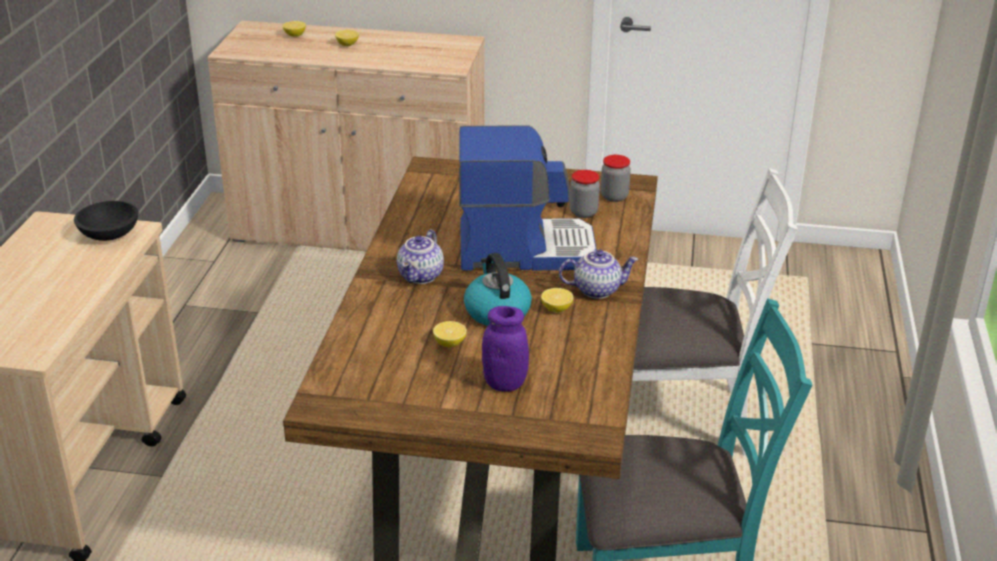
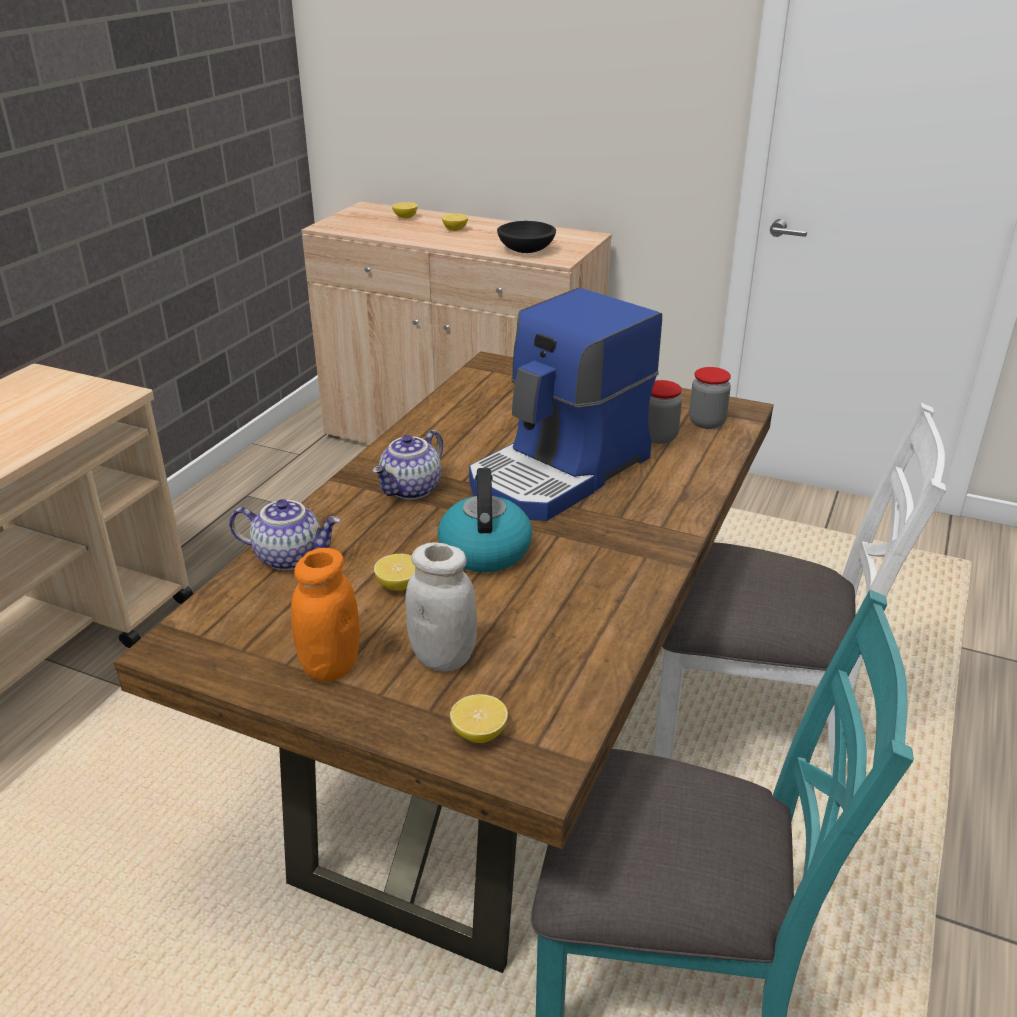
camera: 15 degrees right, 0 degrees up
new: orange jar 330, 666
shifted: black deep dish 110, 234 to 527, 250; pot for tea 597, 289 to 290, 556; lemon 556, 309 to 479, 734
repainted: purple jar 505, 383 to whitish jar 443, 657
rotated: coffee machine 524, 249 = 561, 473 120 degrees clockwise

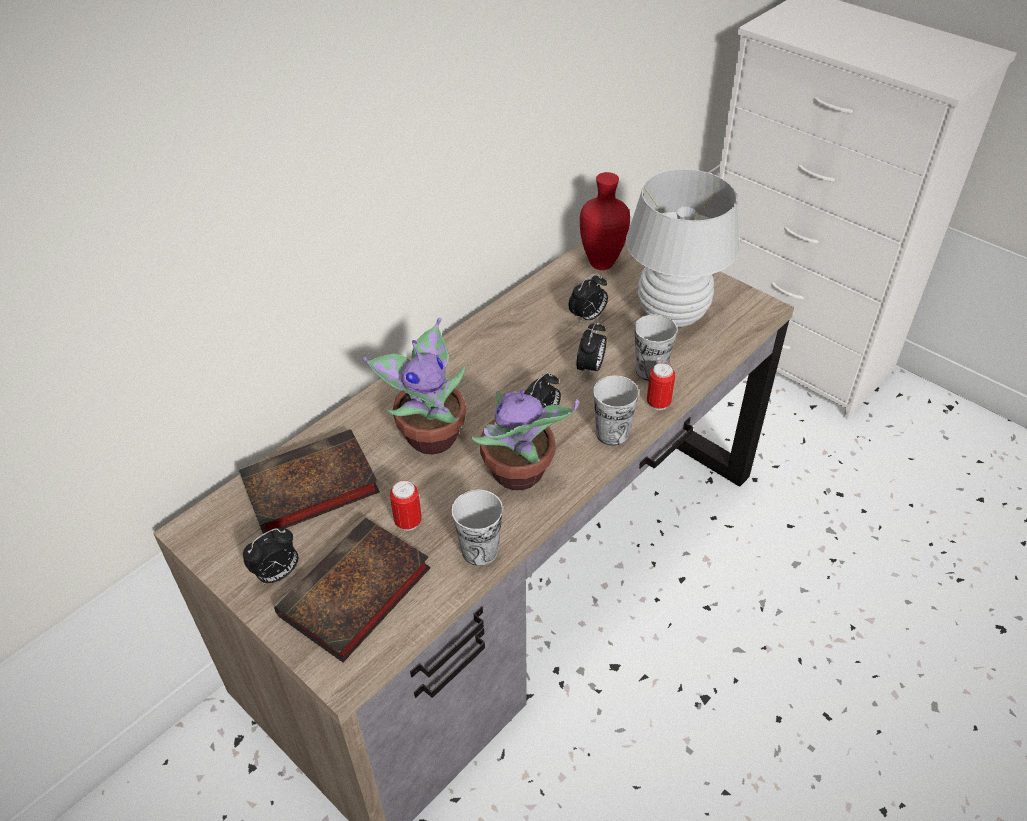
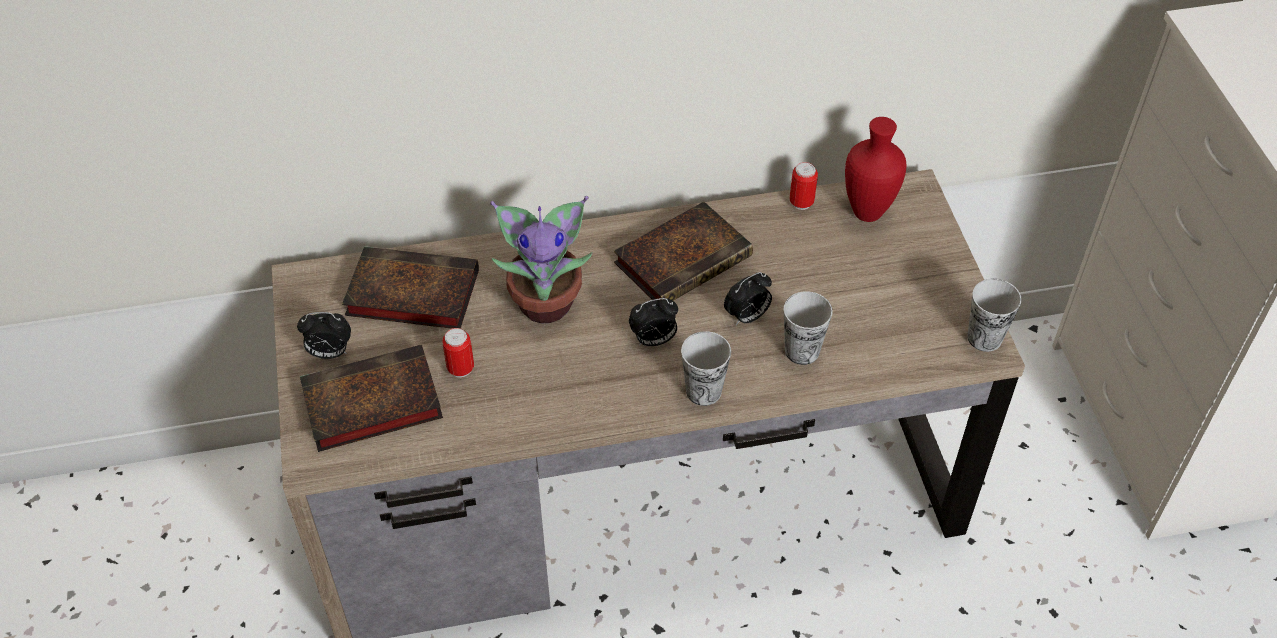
camera: 35 degrees right, 5 degrees up
gone: whitish lamp for a table 671, 315; bedside clock 587, 317; plant in a pot 518, 474
new: volume 684, 258
shifted: sealed can 658, 403 to 801, 202; cup 479, 551 to 984, 338

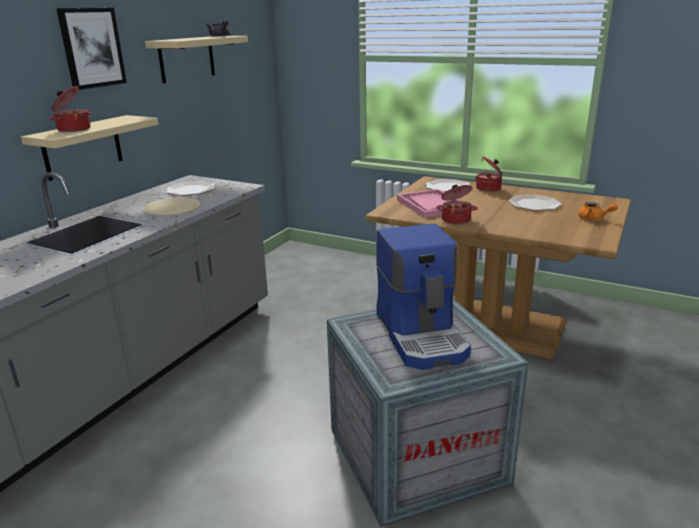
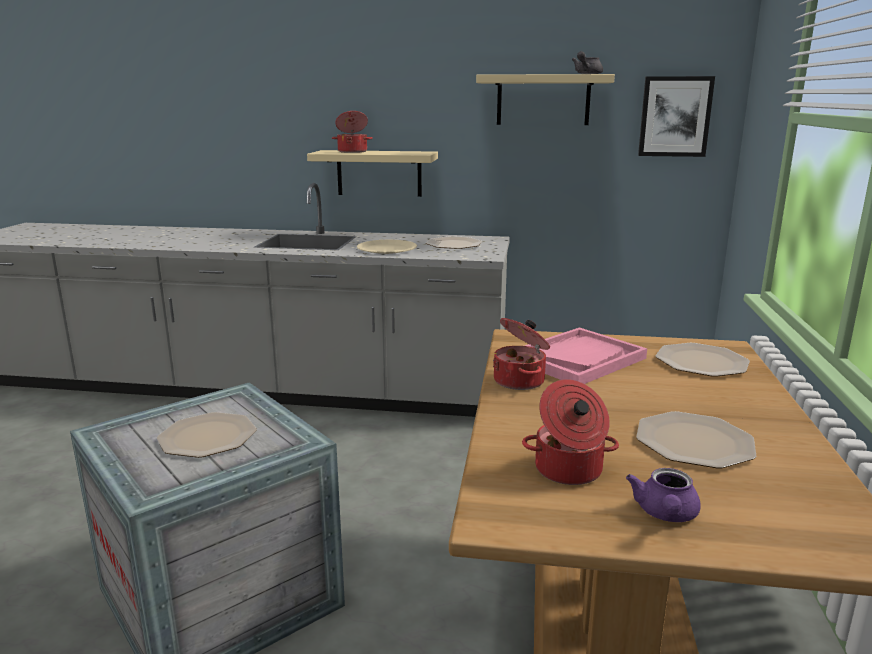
camera: 70 degrees right, 5 degrees down
shifted: wall art 92, 48 to 675, 116; stockpot 489, 189 to 568, 471
swapped: coffee machine 422, 335 to plate 208, 437
repainted: orange pot for tea 594, 218 to purple pot for tea 665, 514

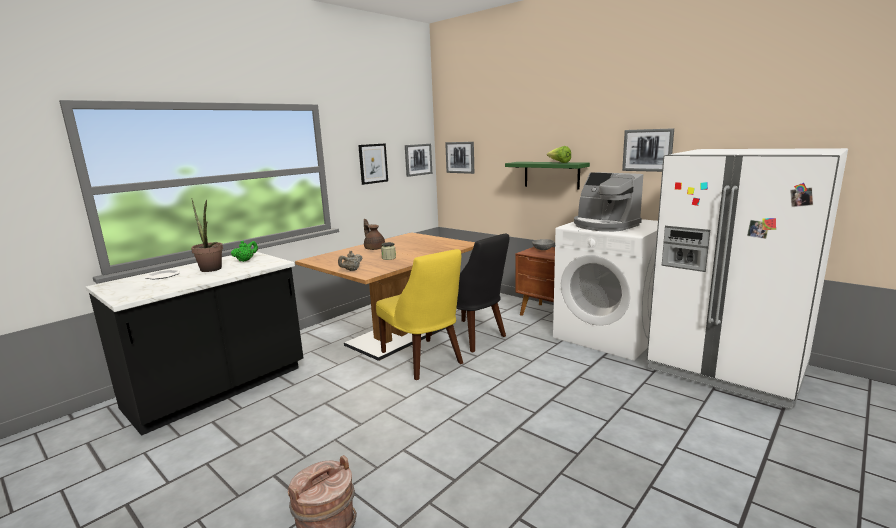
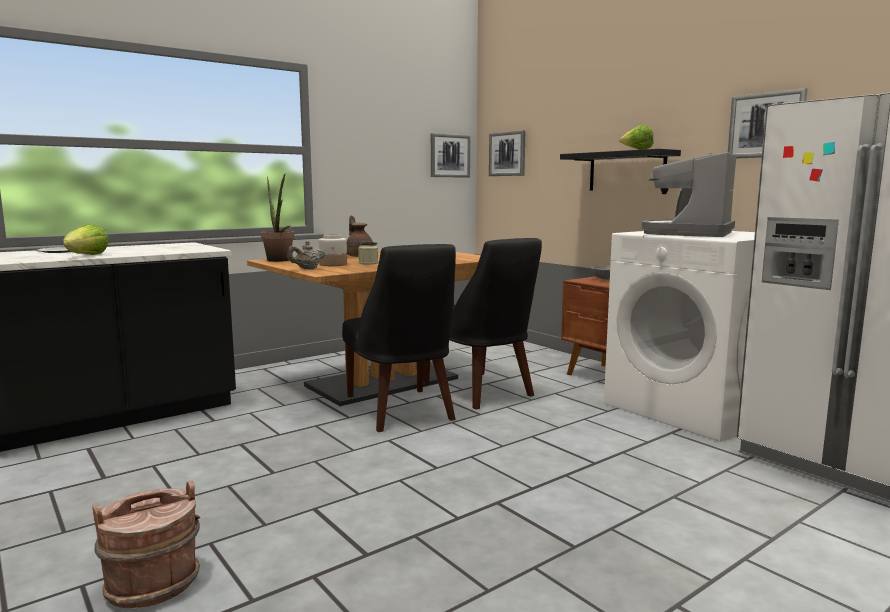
camera: 10 degrees right, 5 degrees down
gone: wall art 373, 163; greenish pot for tea 246, 260
new: head of lettuce 86, 256; jar 333, 264
shifted: plant in a pot 212, 270 to 280, 260
repainted: greenish wall shelf 551, 175 to black wall shelf 626, 171; yellow upright chair 424, 360 to black upright chair 402, 412
rotated: coffee machine 604, 225 = 688, 233 60 degrees clockwise

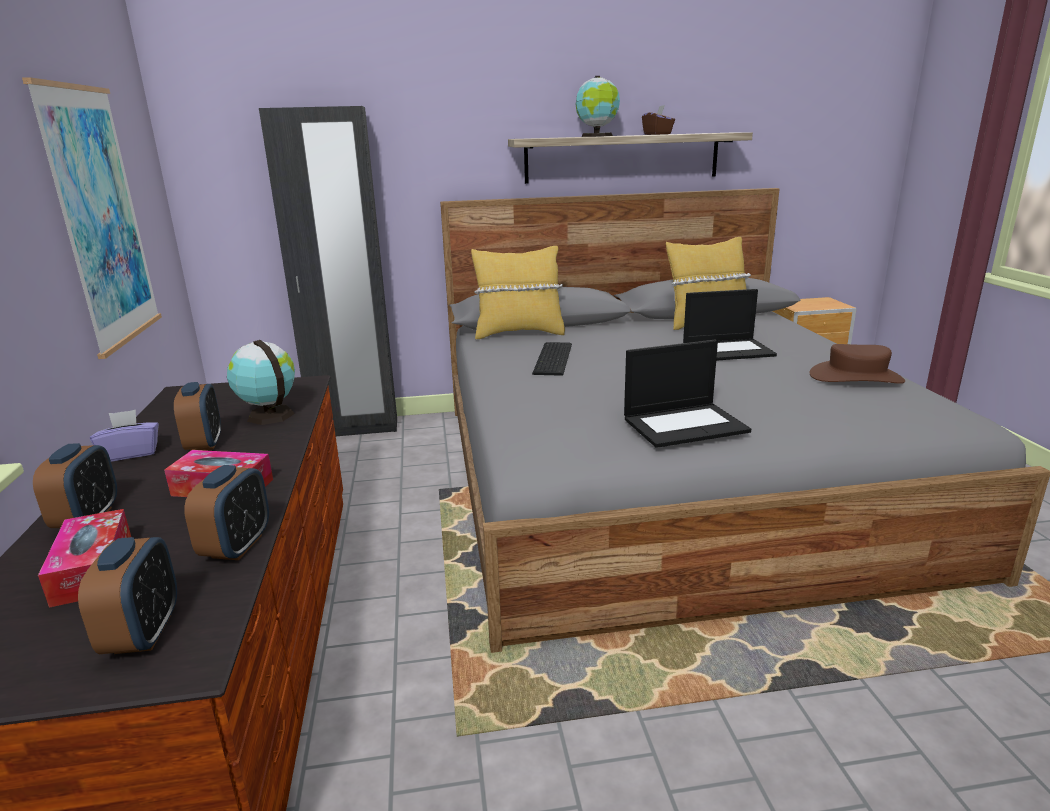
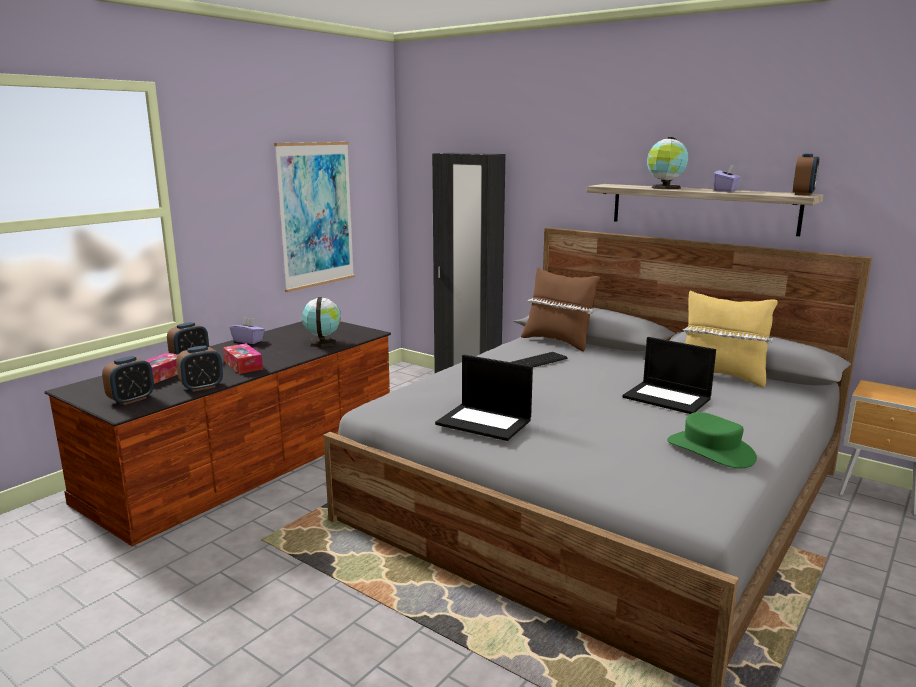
camera: 45 degrees right, 5 degrees down
shifted: bedside clock 204, 444 to 803, 194
repainted: brown tissue box 657, 134 to purple tissue box 725, 190; yellow pillow 519, 333 to brown pillow 558, 341; brown wearable hat 856, 377 to greenish wearable hat 710, 450

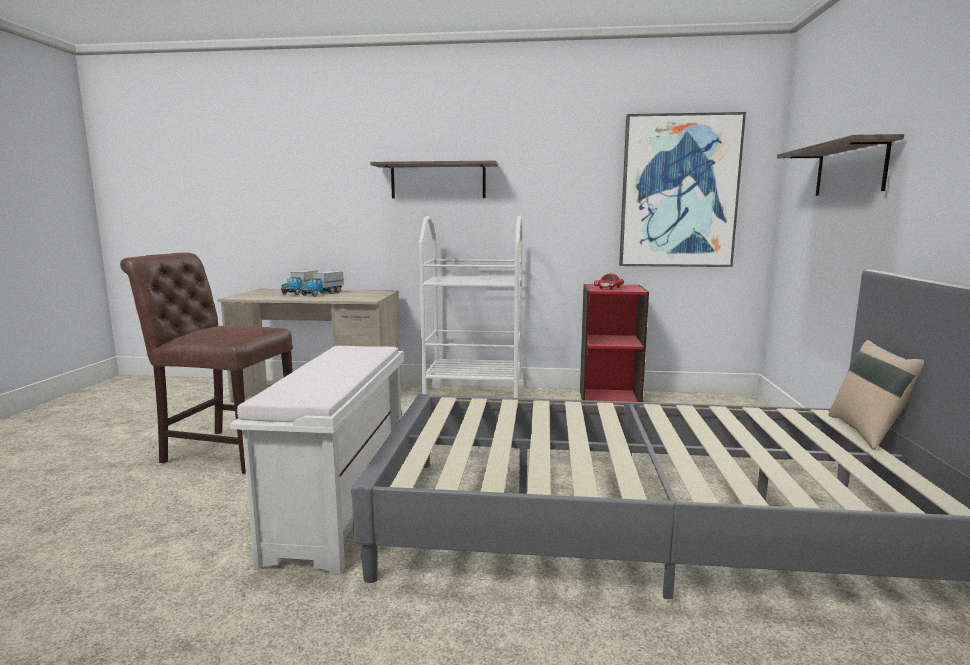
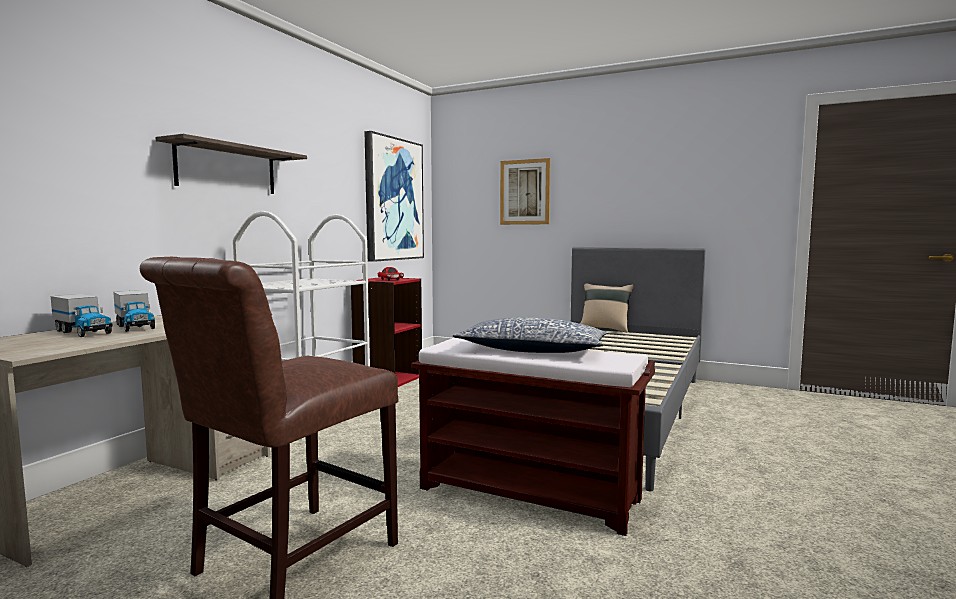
camera: 70 degrees left, 5 degrees down
new: pillow 532, 351
swapped: wall shelf 850, 169 to wall art 525, 192
repainted: whitish bench 340, 510 to brown bench 531, 493

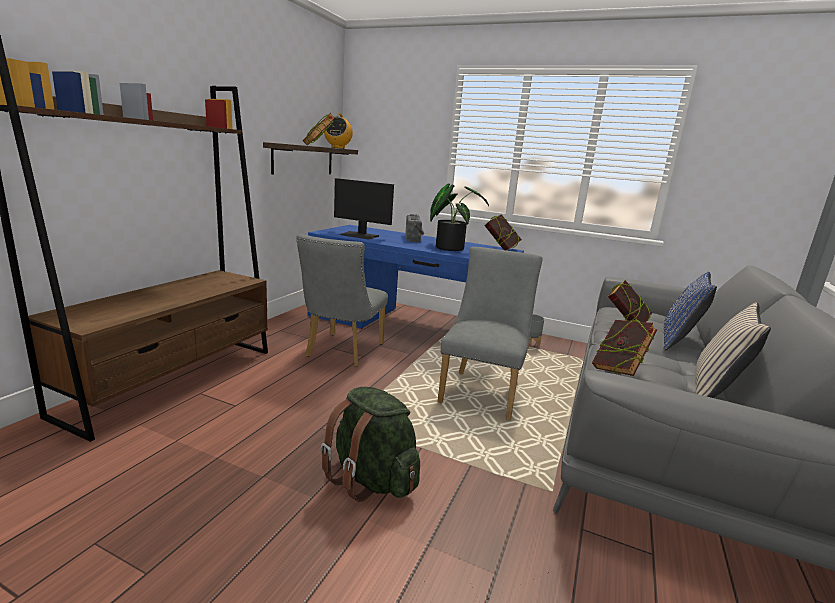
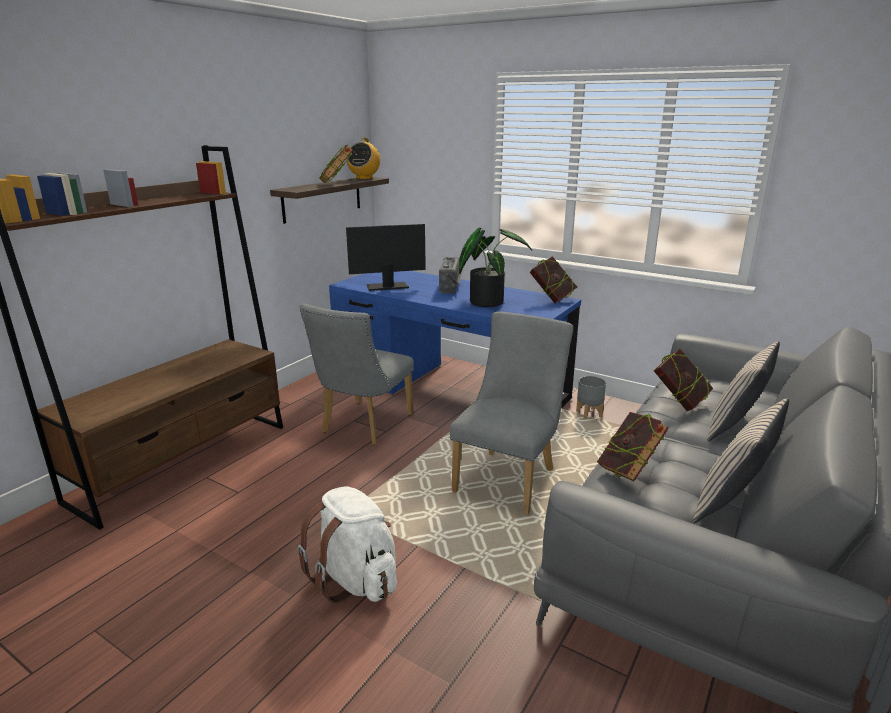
camera: 10 degrees right, 5 degrees up
repainted: blue-coloured pillow 678, 341 to beige-coloured pillow 736, 427; greenish backpack 371, 479 to whitish backpack 355, 579
rotated: monitor 359, 235 = 387, 286 135 degrees clockwise

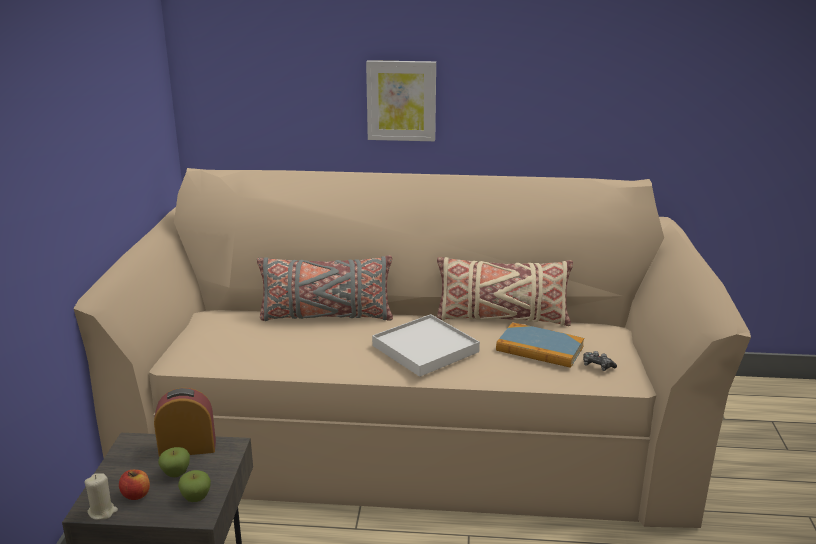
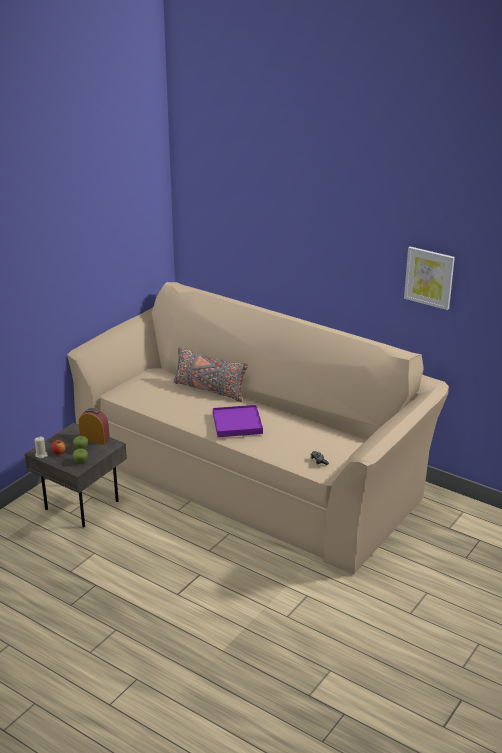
camera: 30 degrees right, 5 degrees up
gone: beige-coloured pillow 502, 318; volume 539, 348
shifted: wall art 401, 100 to 429, 277
repainted: whitish carrying tray 425, 349 to purple carrying tray 237, 423

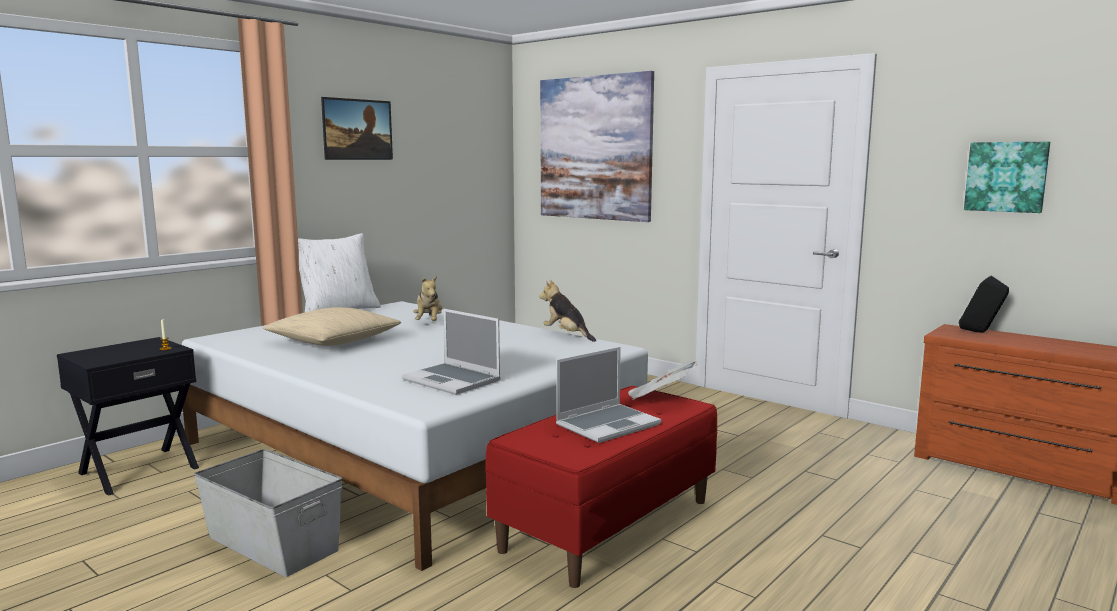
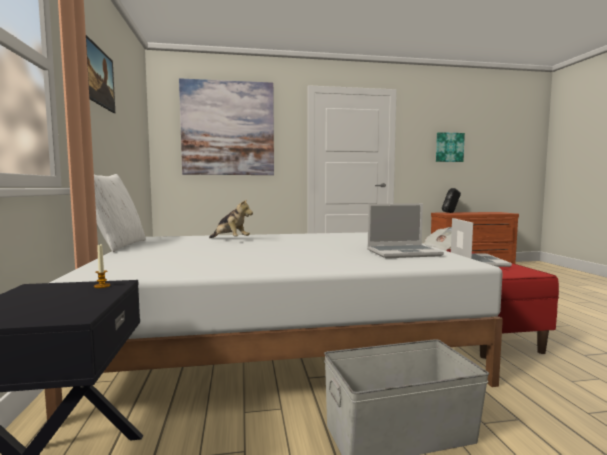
camera: 50 degrees left, 5 degrees down
gone: cuddly toy 567, 335; beige-coloured pillow 333, 341

